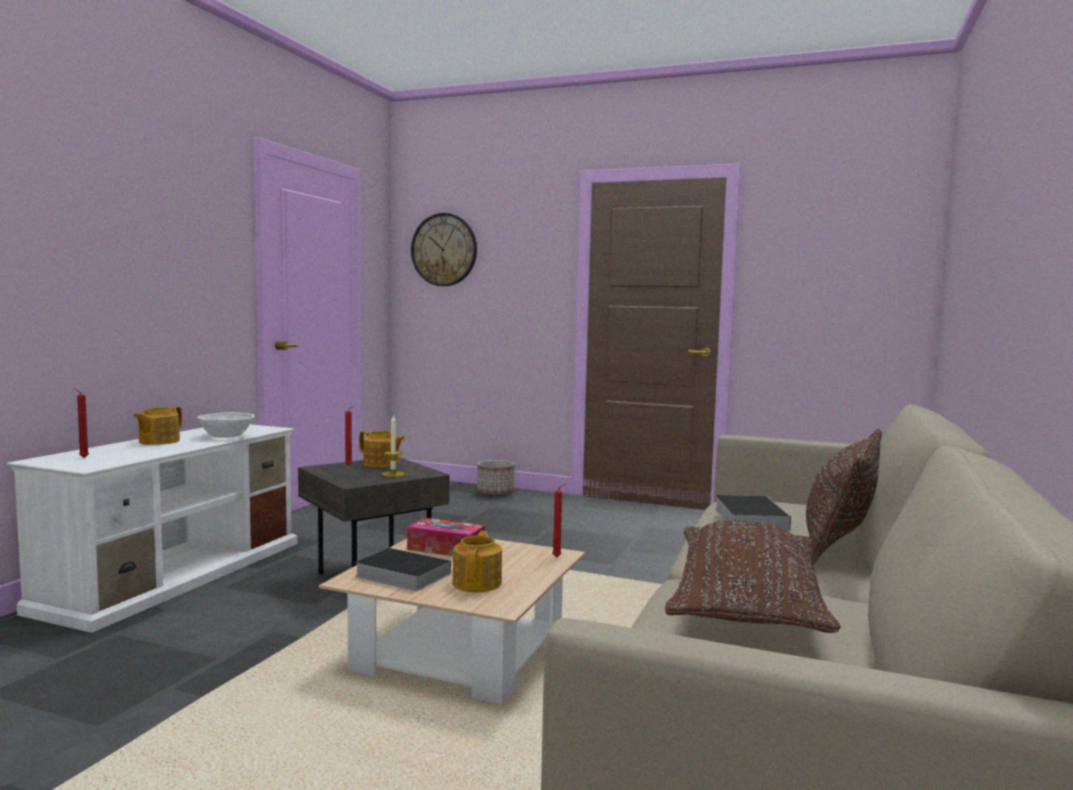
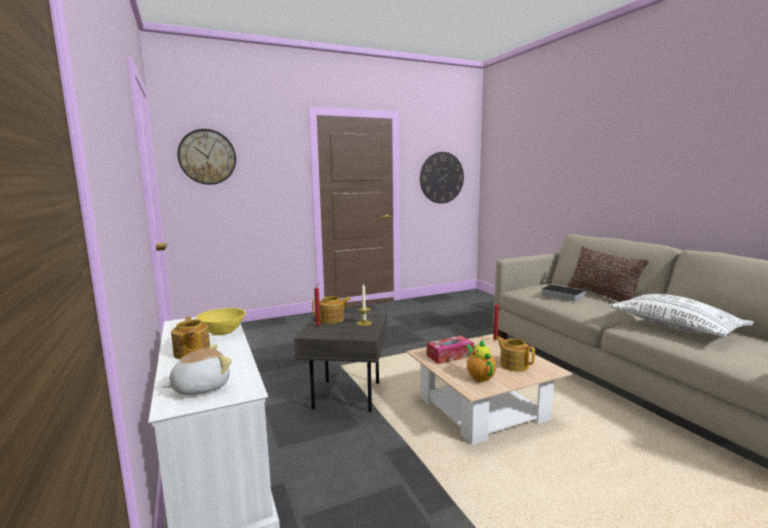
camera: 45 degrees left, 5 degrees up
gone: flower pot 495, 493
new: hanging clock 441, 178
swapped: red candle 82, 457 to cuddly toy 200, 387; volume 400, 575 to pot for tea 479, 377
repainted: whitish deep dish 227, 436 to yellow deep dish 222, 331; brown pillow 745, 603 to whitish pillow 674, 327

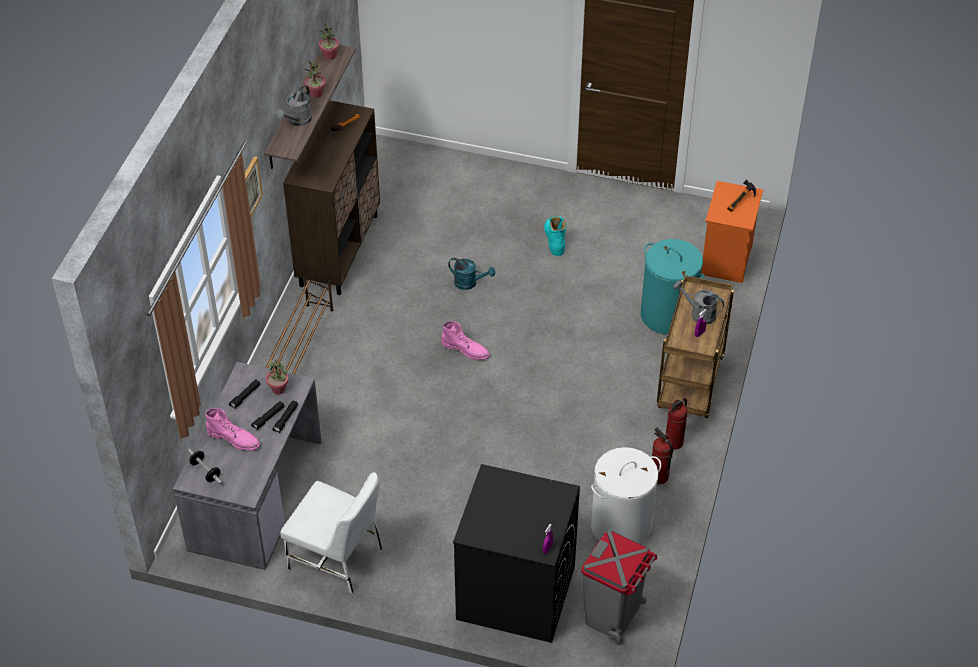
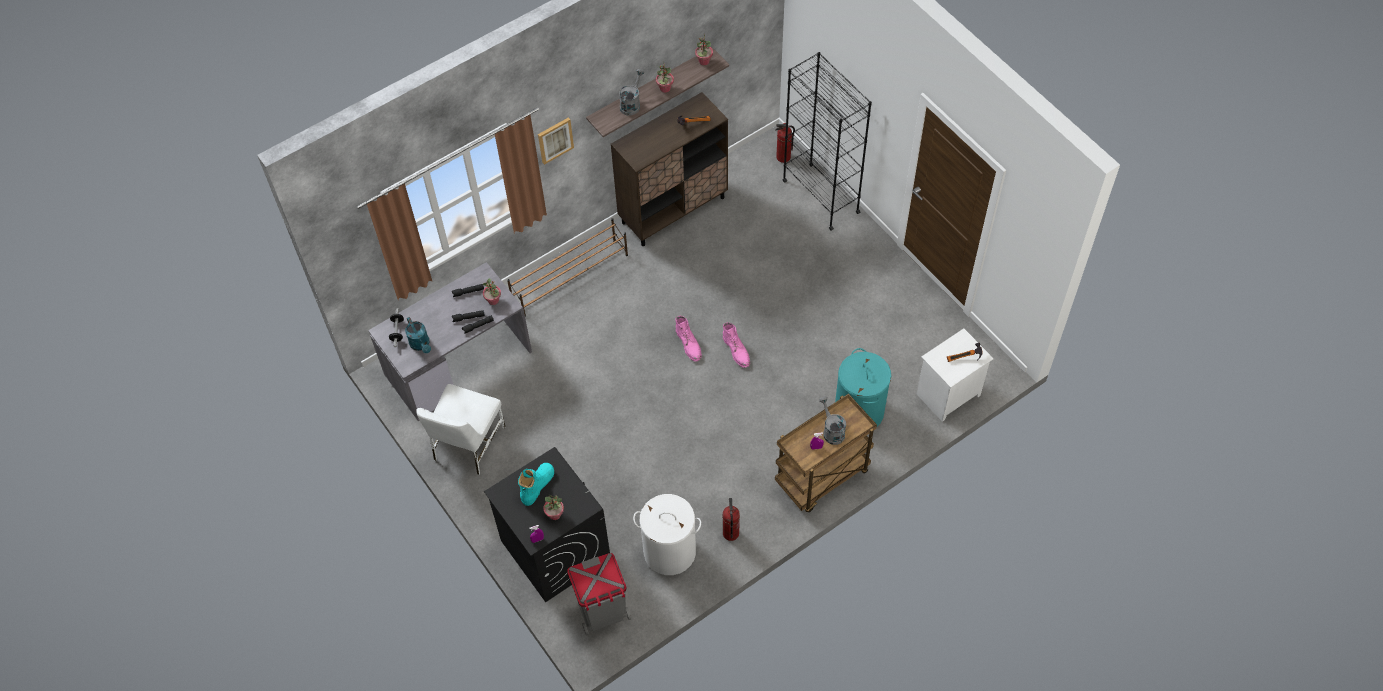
camera: 40 degrees right, 10 degrees up
new: black bookcase 820, 196; plant in a pot 555, 514
shifted: blue-green tall boot 554, 239 to 537, 485; blue-green watering can 469, 283 to 421, 345; fire-fighting cylinder 674, 443 to 783, 157; pink tall boot 234, 438 to 737, 351
repainted: orange night table 727, 261 to whitish night table 948, 396
rotated: grey watering can 297, 121 = 631, 104 135 degrees clockwise; whitish upright chair 337, 558 = 467, 444 45 degrees clockwise

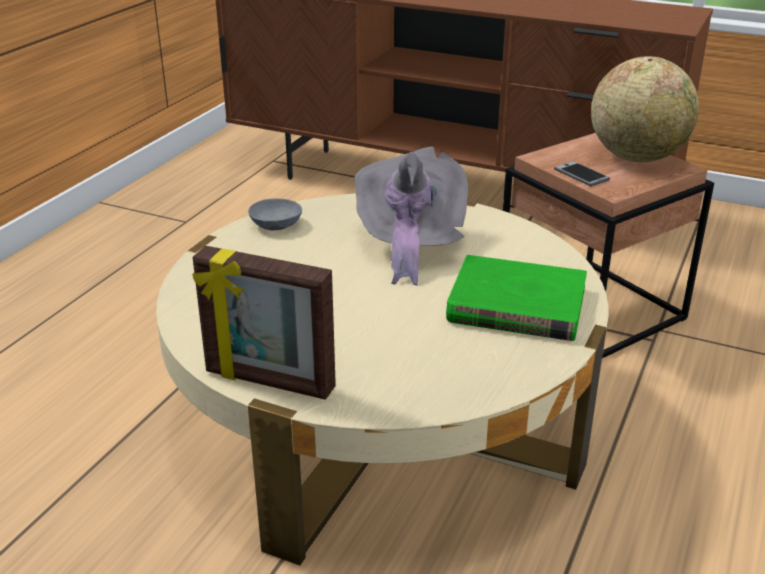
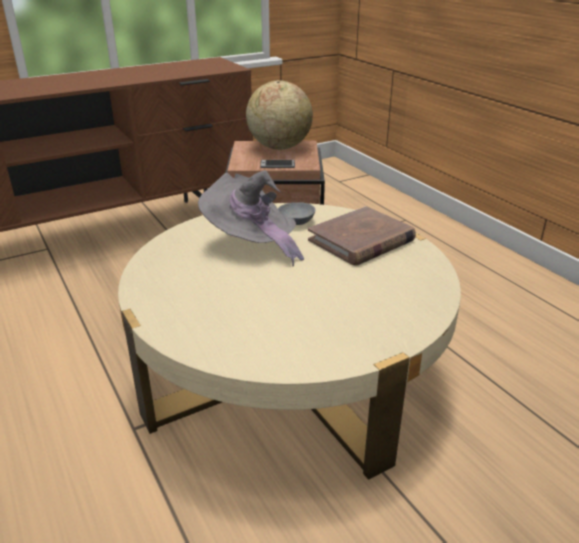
camera: 55 degrees left, 0 degrees up
gone: picture frame 269, 382
shifted: grey deep dish 277, 224 to 296, 220
repainted: greenish volume 516, 305 to brown volume 361, 240

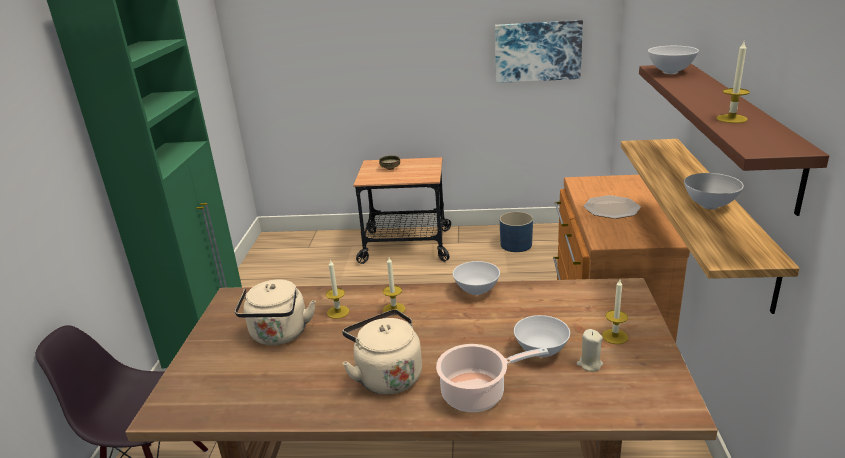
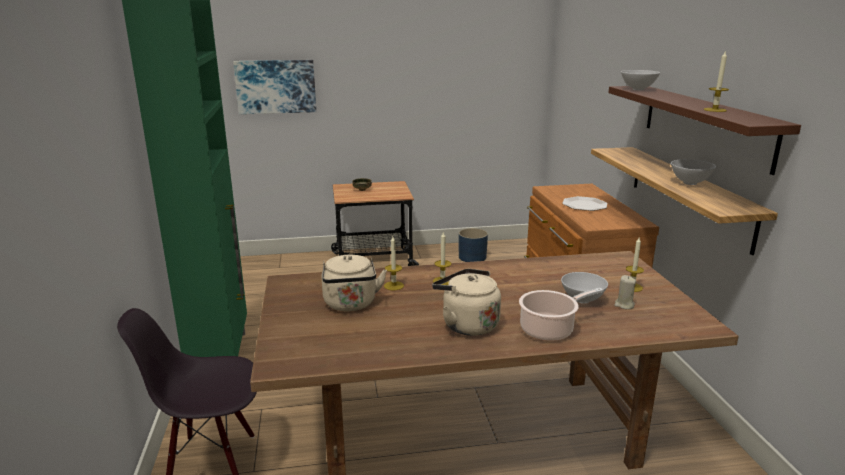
camera: 15 degrees left, 5 degrees down
gone: whitish deep dish 476, 291
shifted: wall art 537, 51 to 276, 86

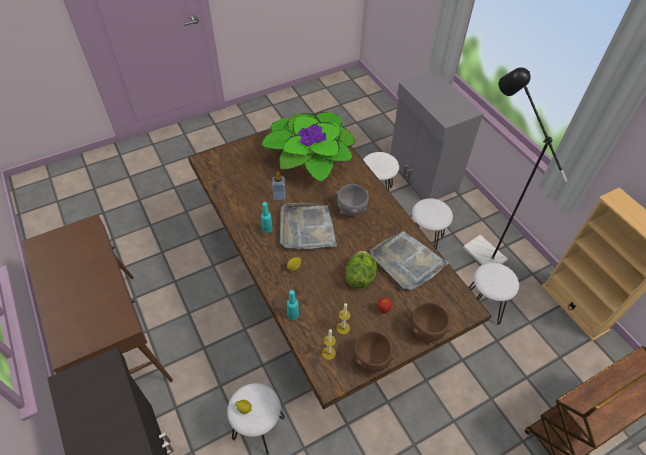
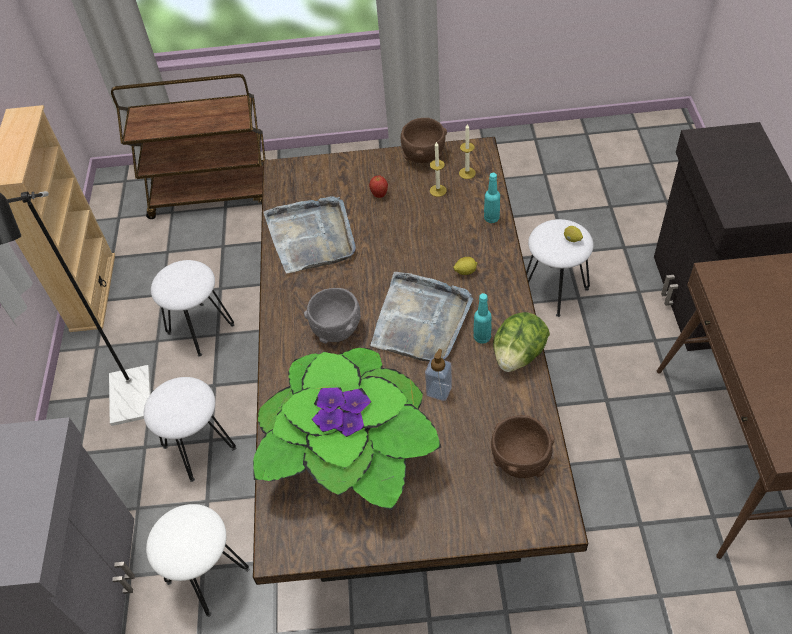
camera: 150 degrees left, 0 degrees up
shifted: head of lettuce 360, 277 to 518, 355; brown deep dish 426, 330 to 520, 461

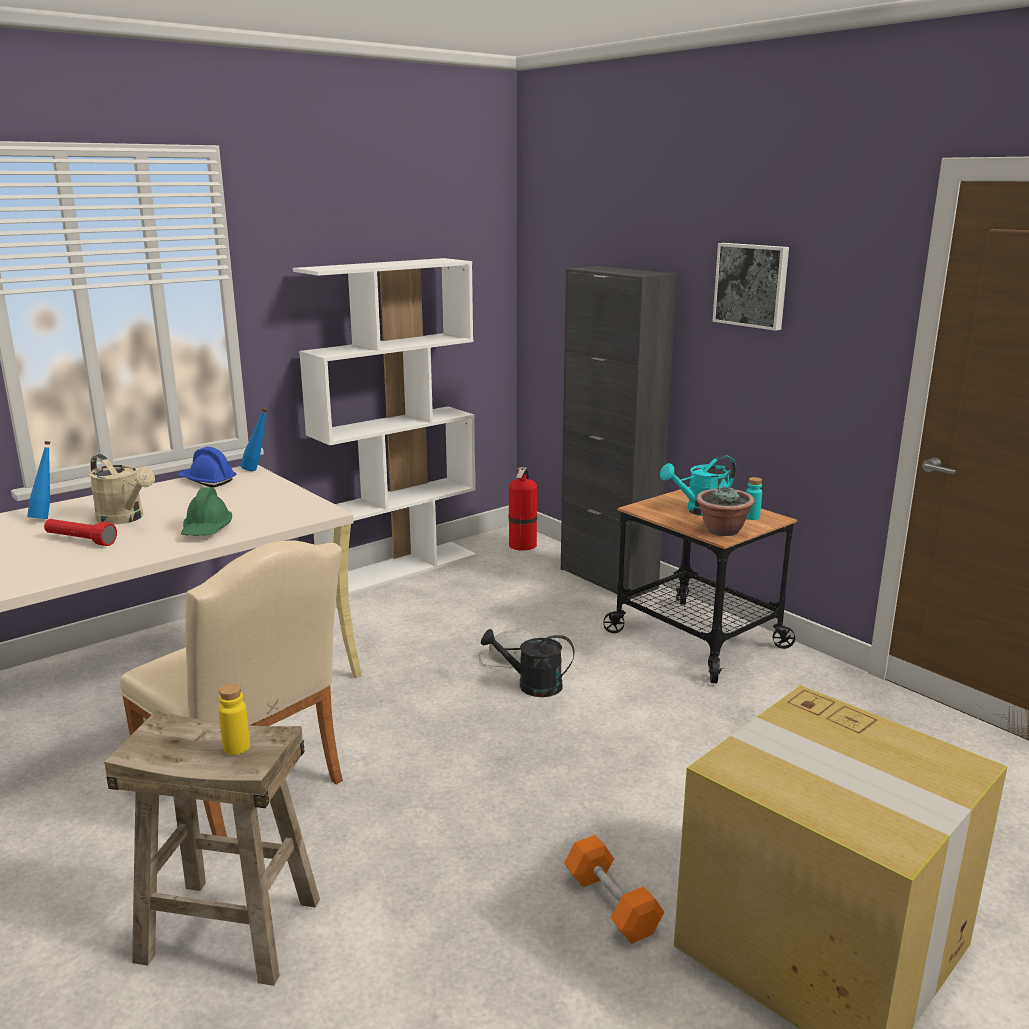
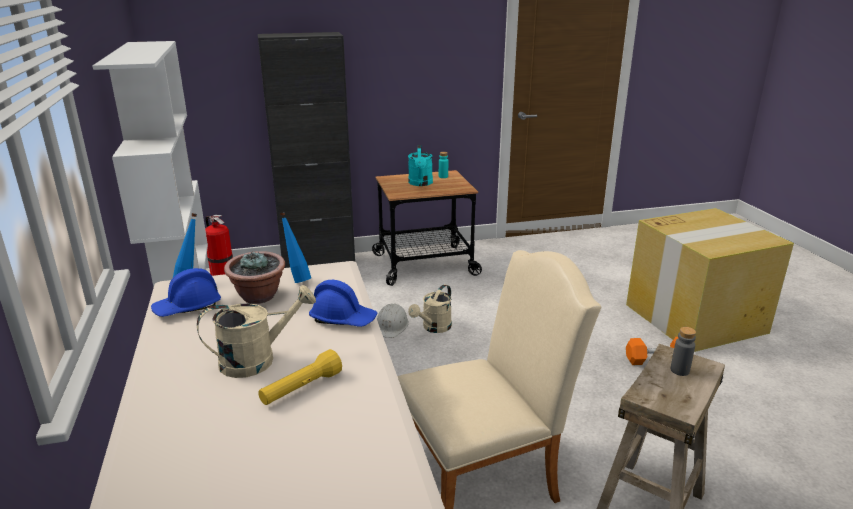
camera: 65 degrees left, 5 degrees up
gone: wall art 752, 285
shifted: blue-coloured drink bottle 46, 517 to 297, 279; plant in a pot 722, 531 to 259, 296
repainted: greenish hard hat 207, 530 to blue-coloured hard hat 343, 319; red flashlight 80, 540 to yellow flashlight 301, 389; black watering can 531, 685 to beige-coloured watering can 434, 328; yellow drink bottle 236, 747 to grey drink bottle 679, 370

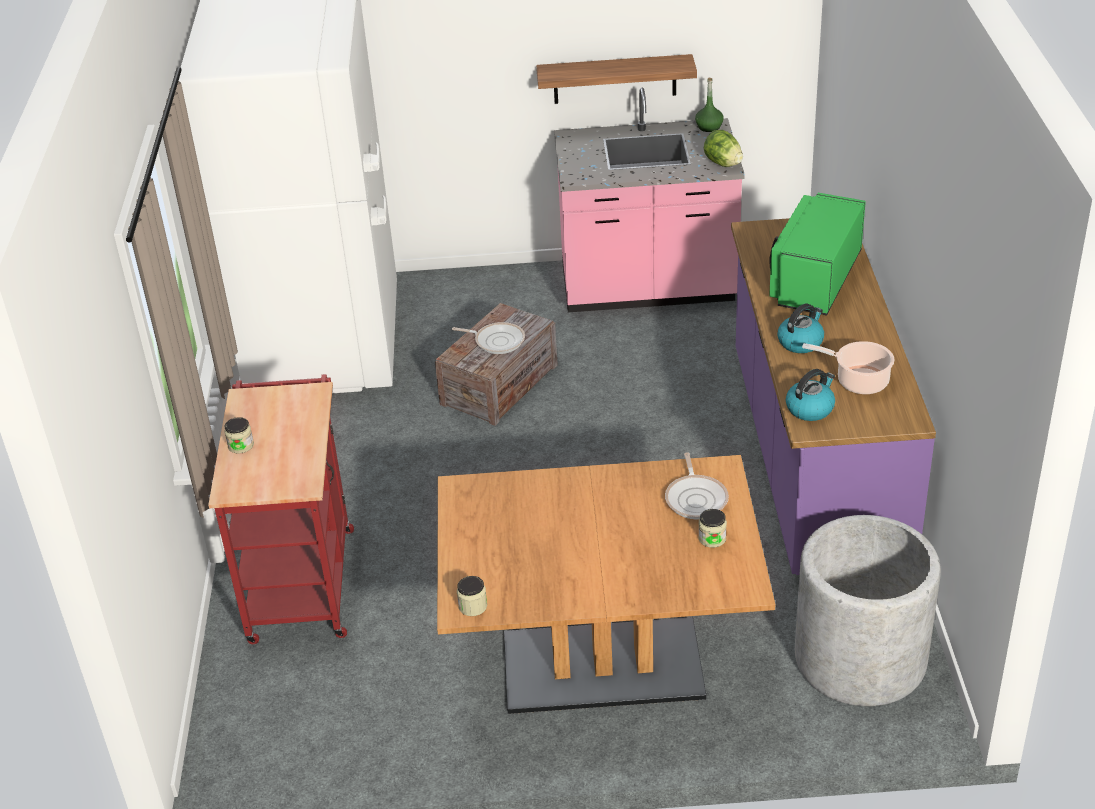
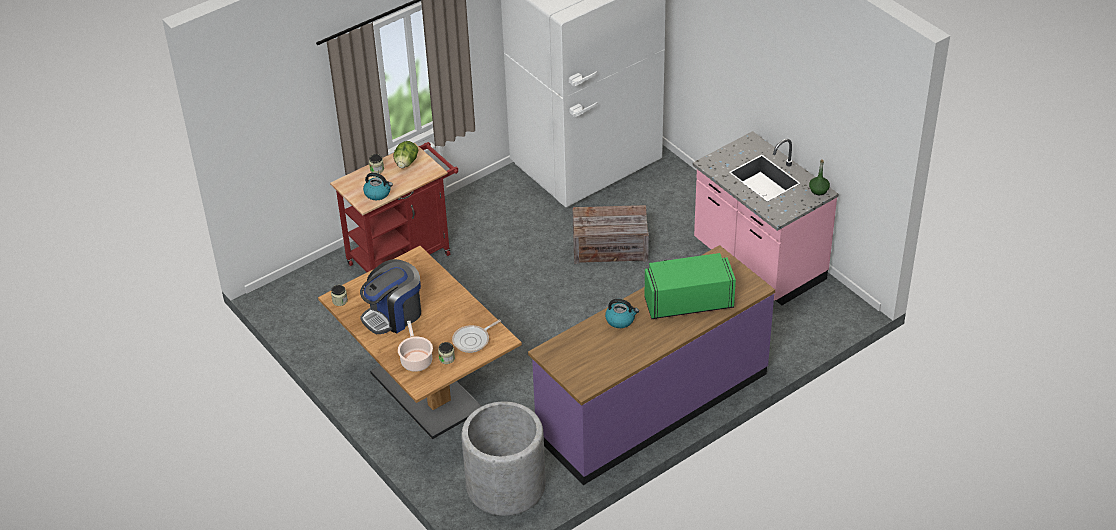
camera: 55 degrees right, 5 degrees up
gone: wall shelf 614, 79; frying pan 497, 341
new: coffee machine 393, 315
shifted: head of lettuce 723, 163 to 406, 163; stockpot 858, 381 to 416, 360; tea kettle 810, 408 to 378, 193

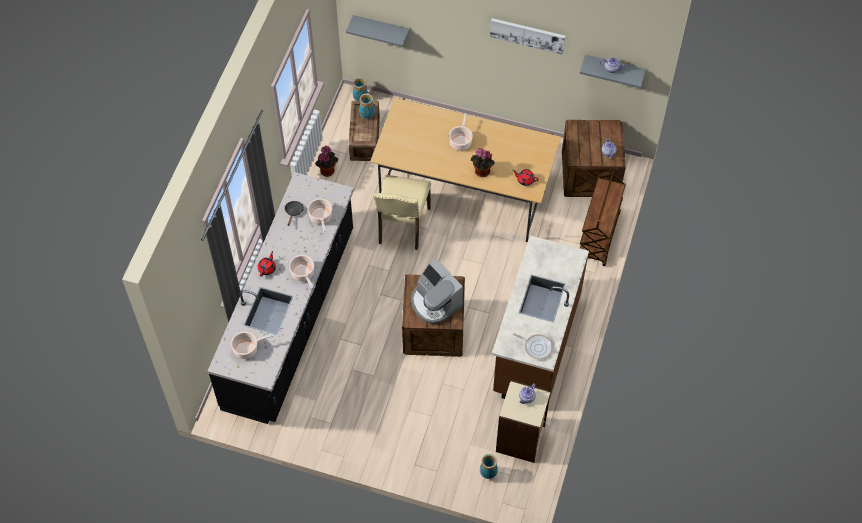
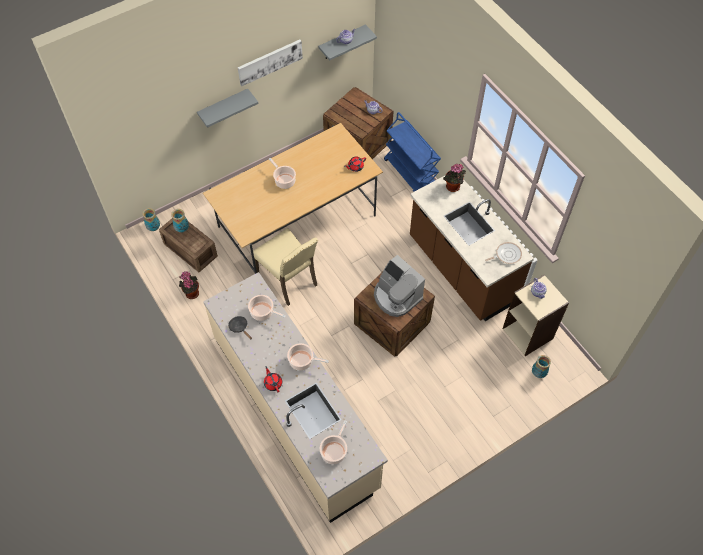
camera: 50 degrees left, 0 degrees up
shifted: grey wall shelf 381, 29 to 223, 107; plant in a pot 481, 172 to 452, 188
repainted: brown trolley 599, 236 to blue-coloured trolley 410, 174; black kitchen base unit 290, 319 to beige-coloured kitchen base unit 295, 411
rotated: coffee machine 435, 302 = 396, 296 45 degrees clockwise

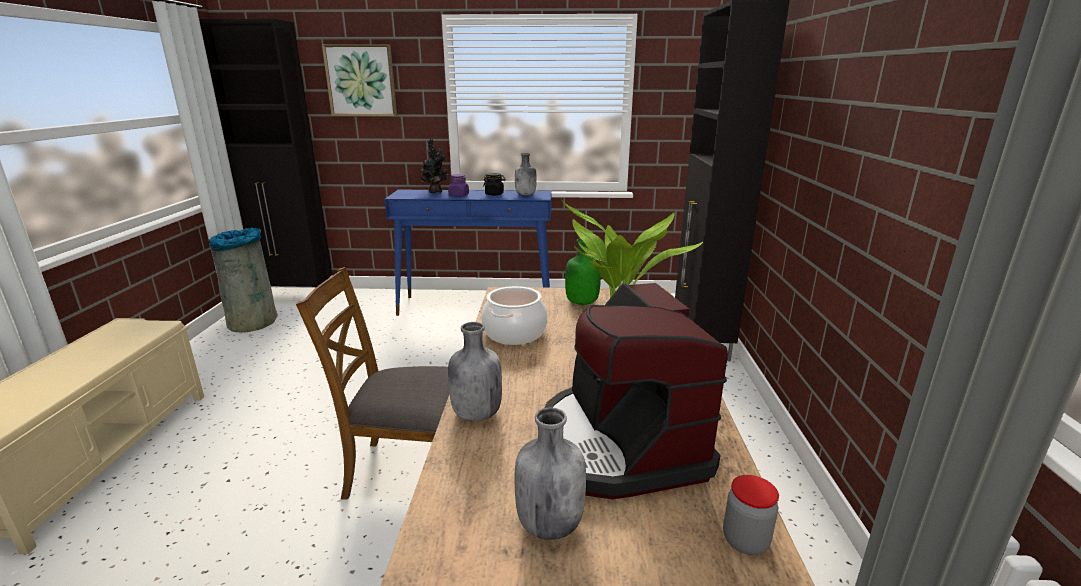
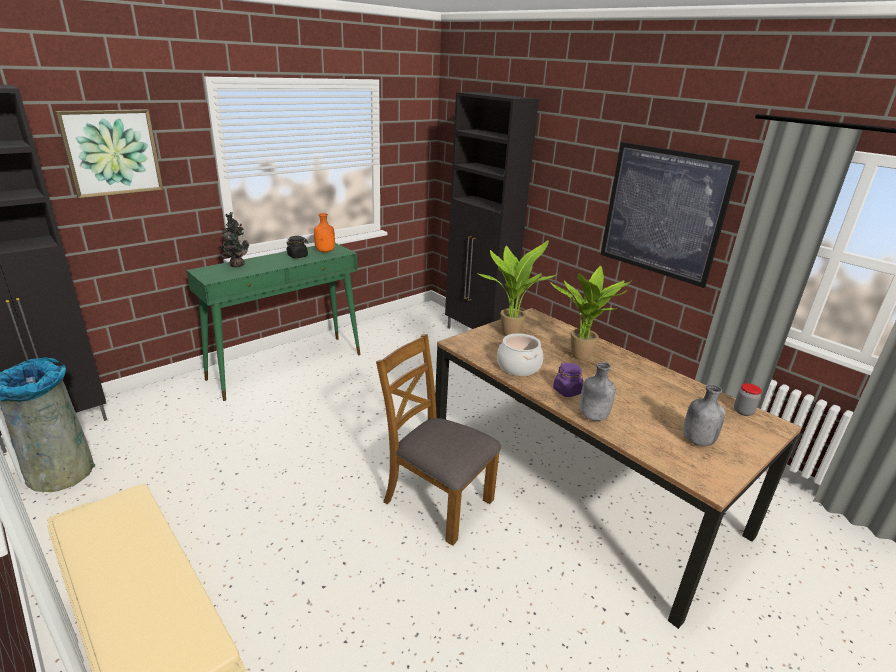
camera: 45 degrees left, 5 degrees up
gone: coffee machine 620, 443
new: wall art 663, 213
shifted: purple jar 459, 195 to 567, 391
swapped: greenish drink bottle 581, 302 to plant in a pot 509, 333
repainted: grey drink bottle 526, 195 to orange drink bottle 325, 251; blue-coloured console table 476, 307 to greenish console table 287, 366
rotated: brown upright chair 408, 470 = 437, 501 75 degrees clockwise

